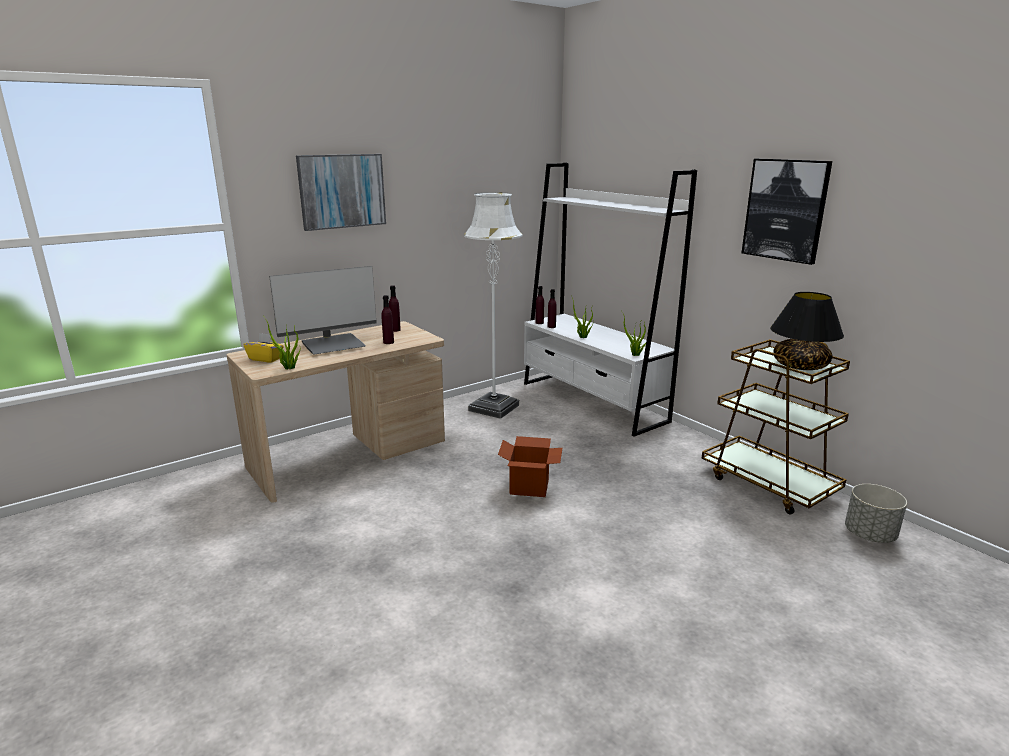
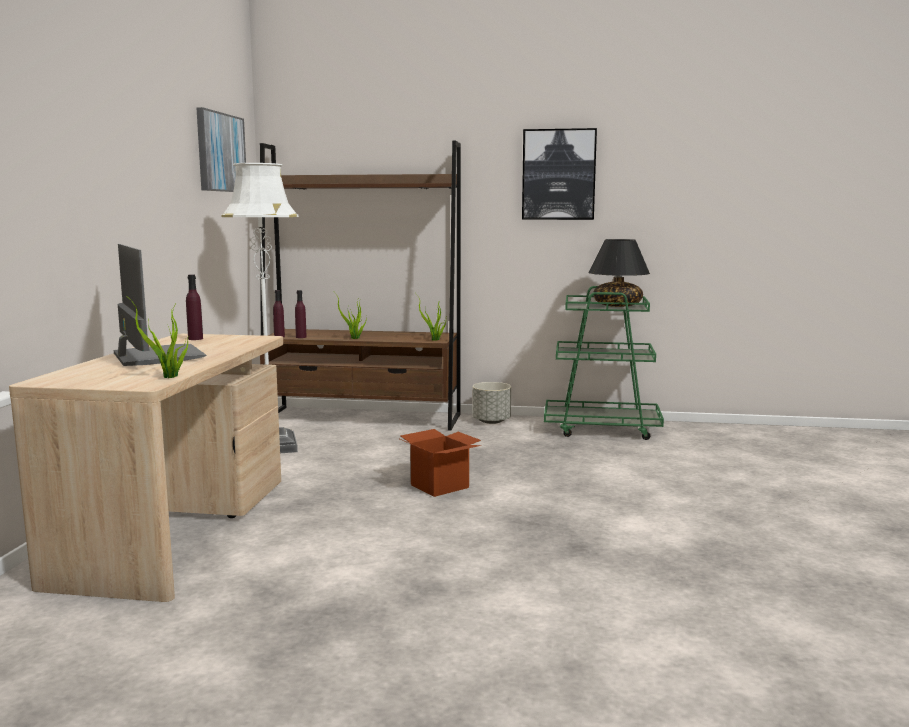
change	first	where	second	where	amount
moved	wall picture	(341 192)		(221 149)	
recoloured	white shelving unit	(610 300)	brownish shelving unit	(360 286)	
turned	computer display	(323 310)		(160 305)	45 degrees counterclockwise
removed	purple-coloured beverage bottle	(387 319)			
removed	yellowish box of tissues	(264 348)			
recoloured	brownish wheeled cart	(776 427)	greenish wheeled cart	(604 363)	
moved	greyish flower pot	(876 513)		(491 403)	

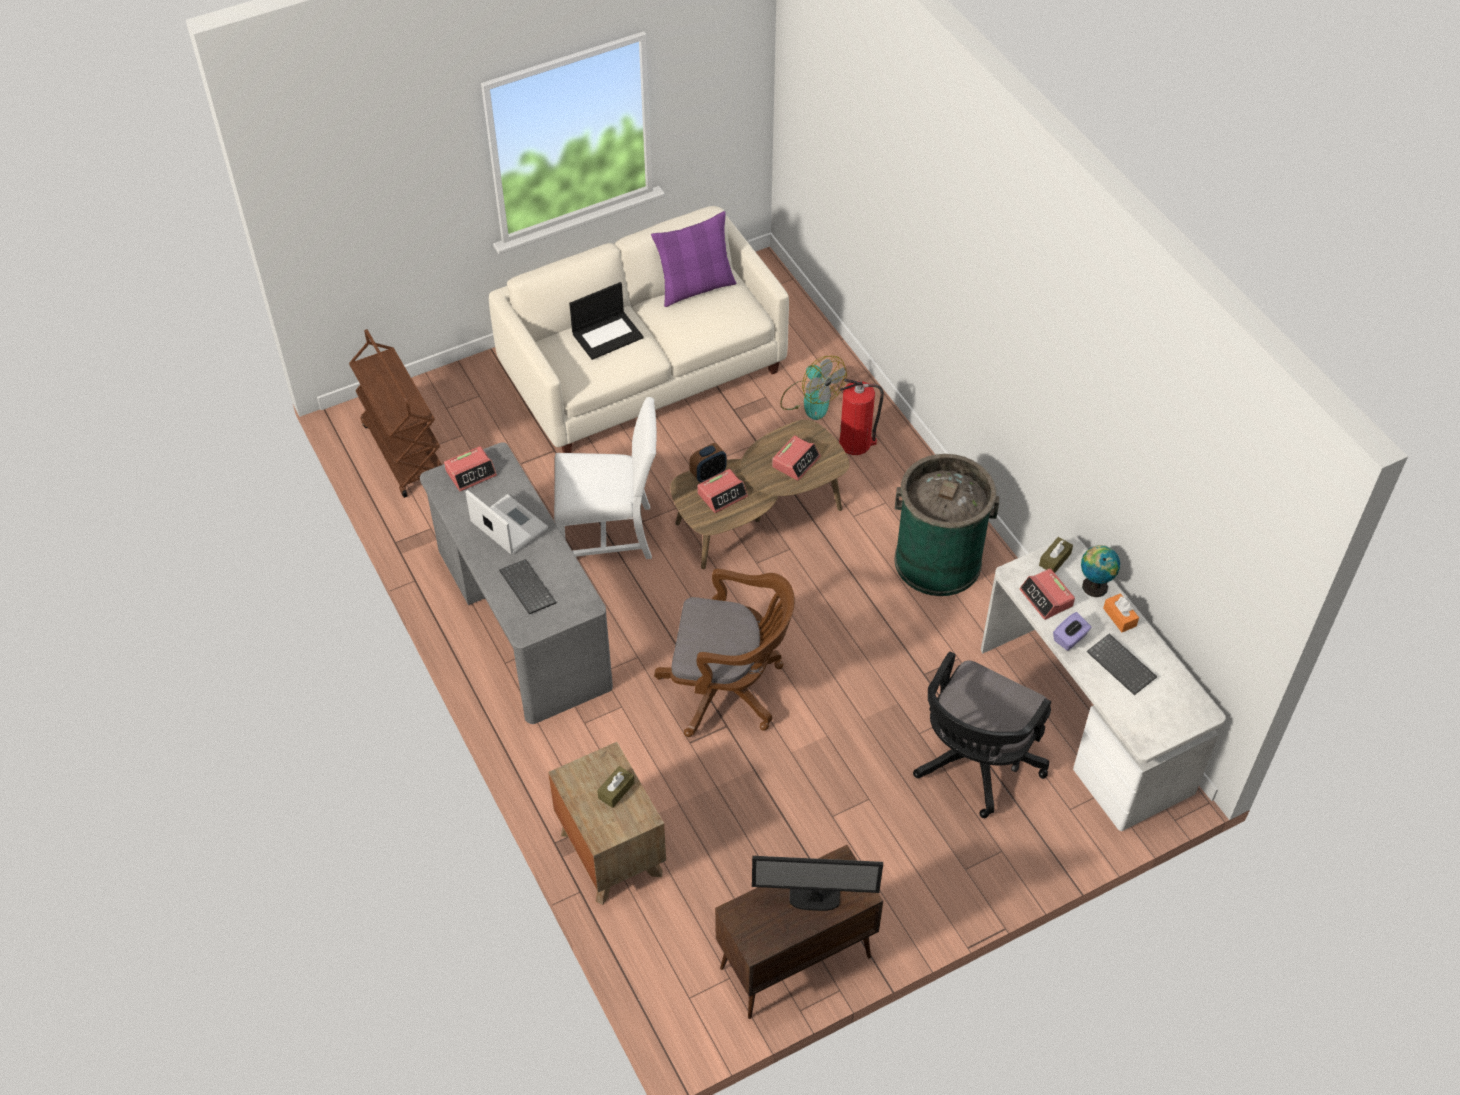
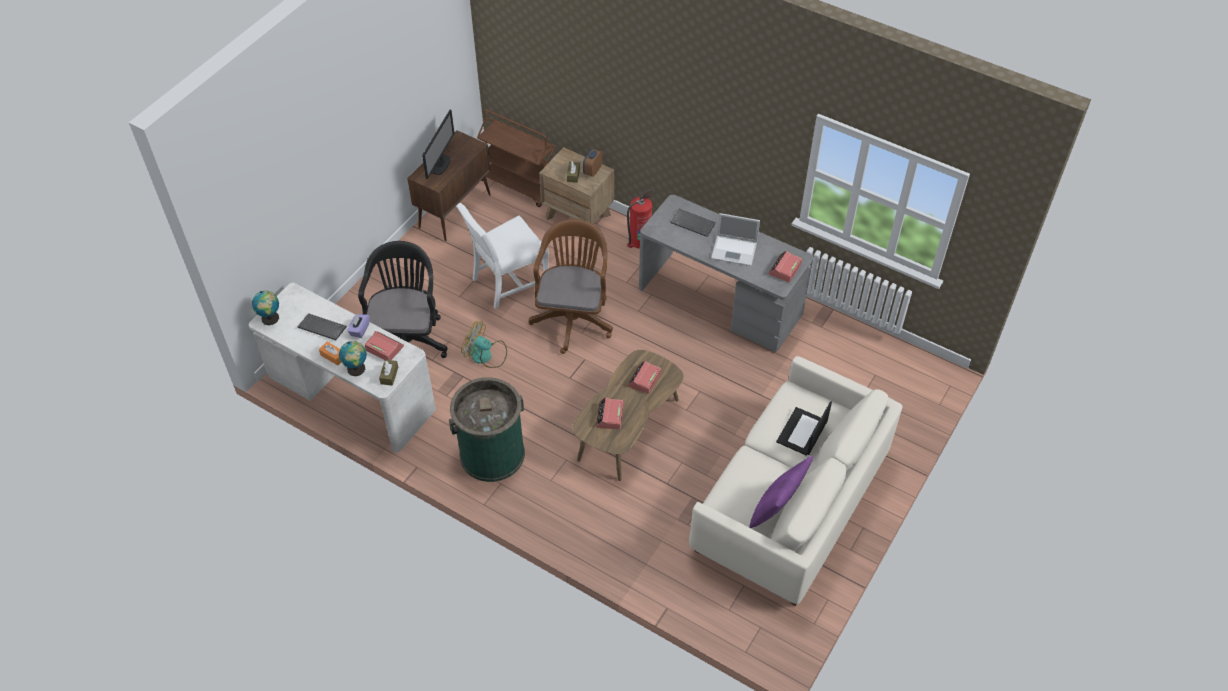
change	first	where	second	where	amount
moved	brownish wheeled cart	(395 413)		(516 158)	
moved	cooling fan	(813 388)		(484 344)	
moved	fire-fighting cylinder	(861 417)		(640 219)	
moved	white chair	(605 478)		(502 256)	
moved	alarm clock	(708 462)		(592 163)	
turned	brownish office chair	(724 653)		(570 286)	120 degrees clockwise
turned	computer display	(817 883)		(438 144)	135 degrees clockwise
added			globe	(265 308)	

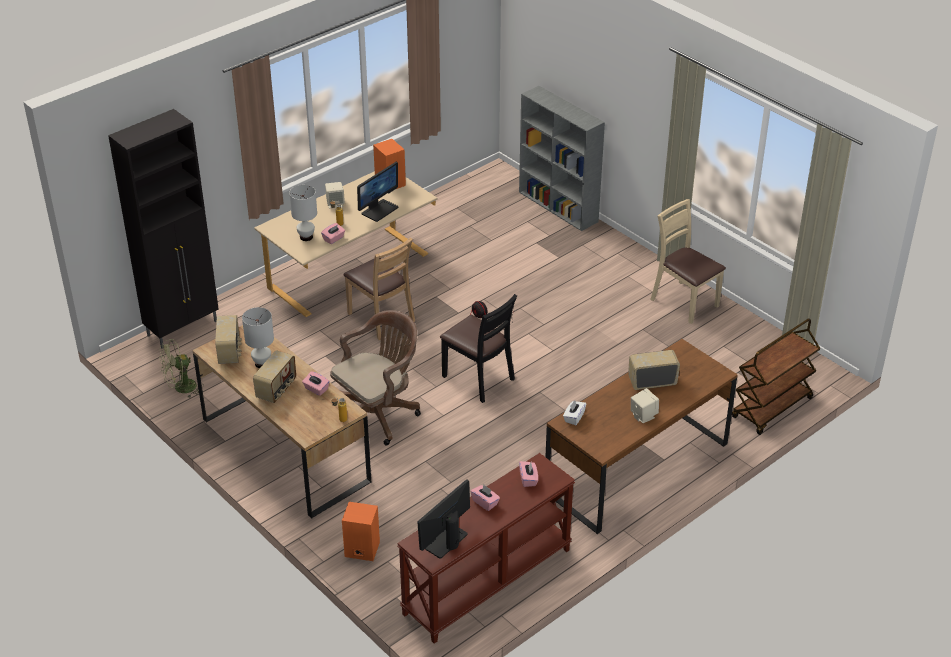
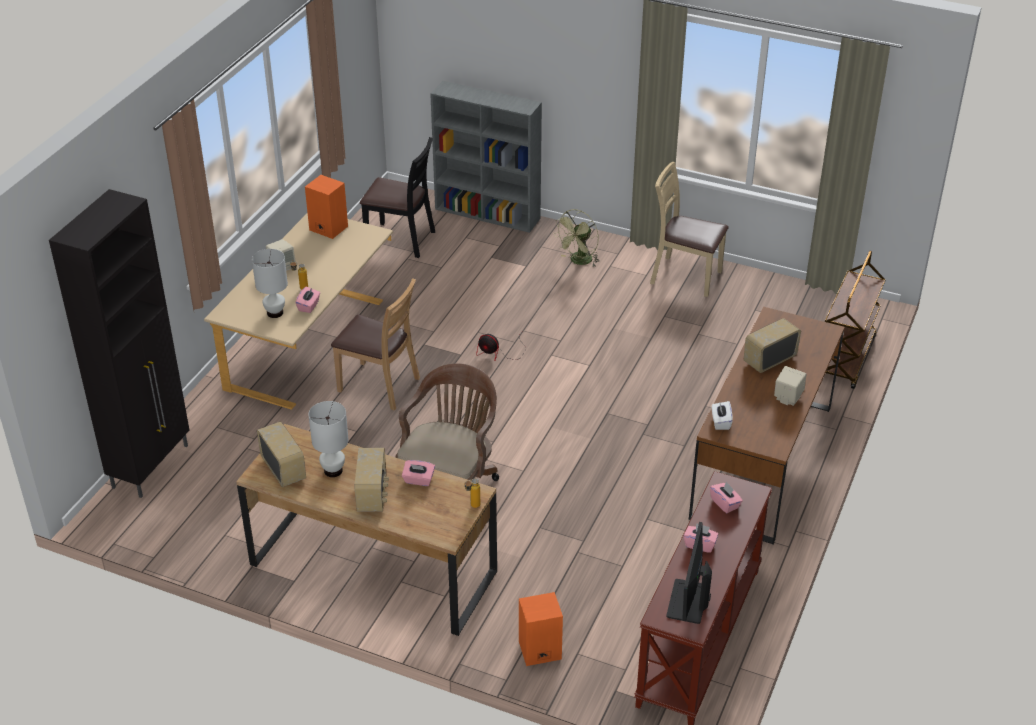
change	first	where	second	where	amount
removed	computer display	(377 192)			
moved	black-coloured chair	(478 348)		(397 197)	
moved	greenish cooling fan	(179 368)		(577 238)	

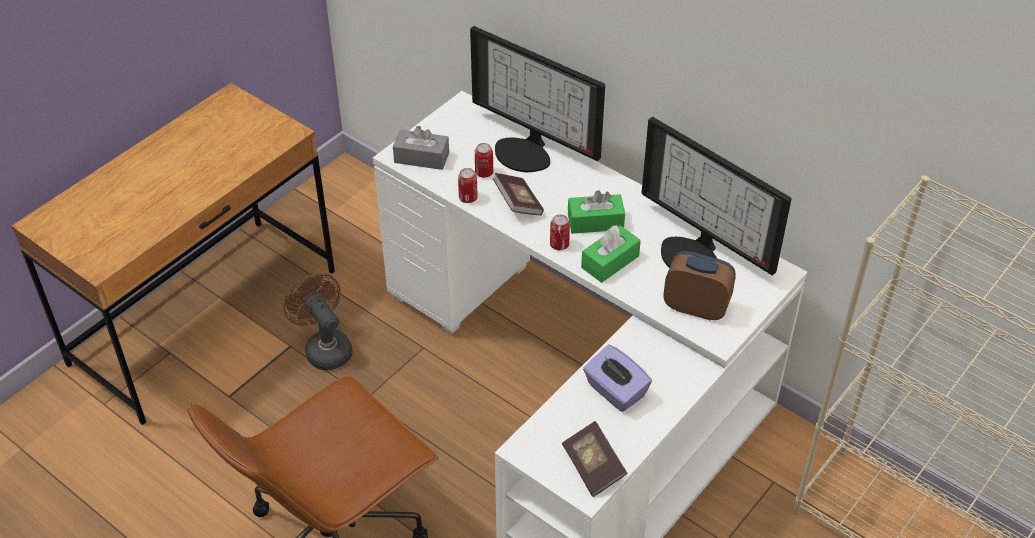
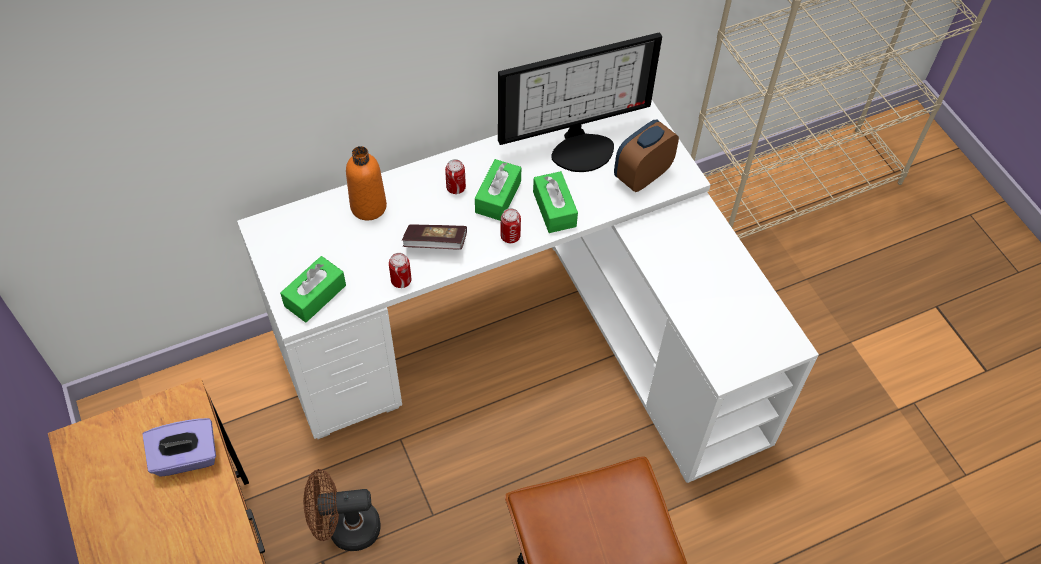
change	first	where	second	where	amount
replaced	computer display	(537 99)	orange beverage bottle	(366 183)	
recoloured	greyish box of tissues	(421 148)	greenish box of tissues	(313 289)	
moved	metal can	(484 160)		(455 176)	
moved	purple-coloured box of tissues	(617 378)		(179 447)	
removed	volume	(595 459)			

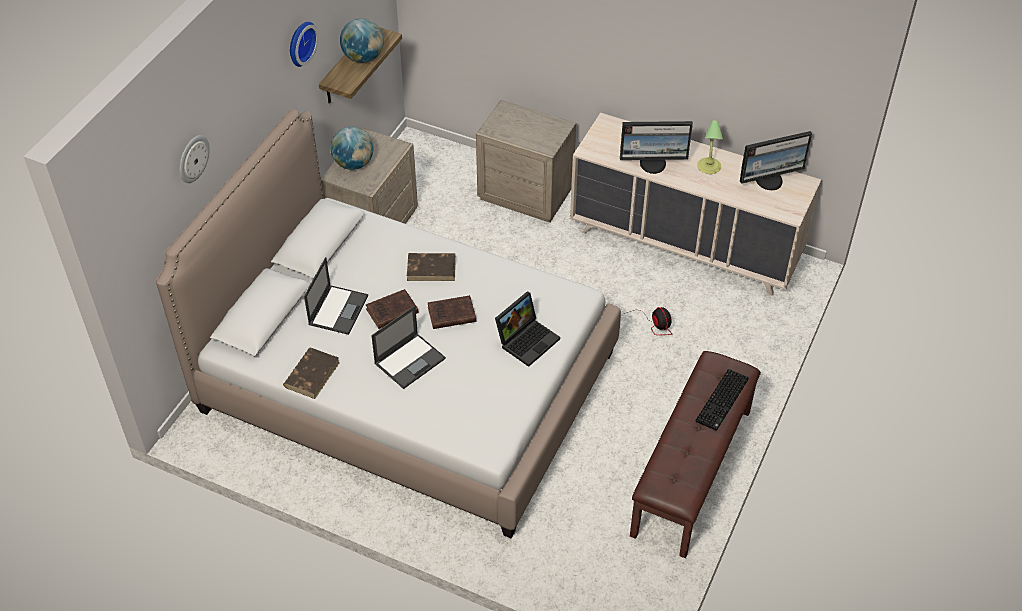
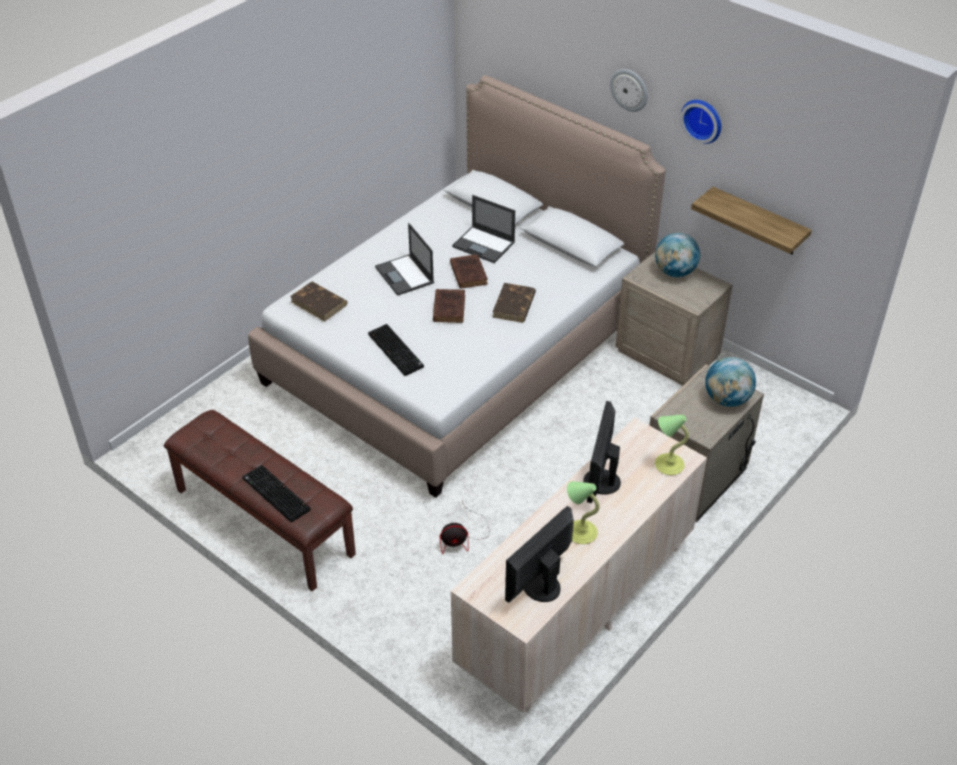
change	first	where	second	where	amount
moved	globe	(362 40)		(730 382)	
turned	computer display	(776 160)		(539 554)	45 degrees clockwise
moved	clock on the wall	(194 159)		(629 90)	
replaced	portable computer	(527 329)	computer keyboard	(396 350)	
moved	brownish volume	(311 373)		(318 301)	
added			table lamp	(672 445)	

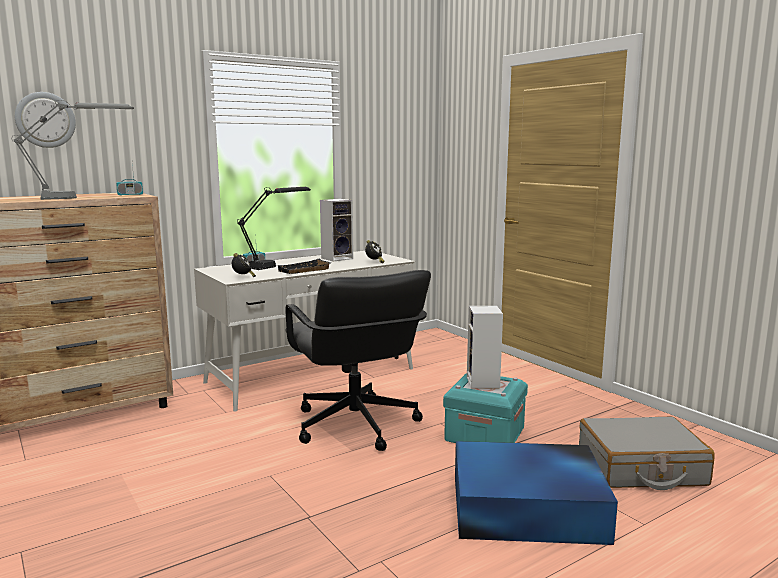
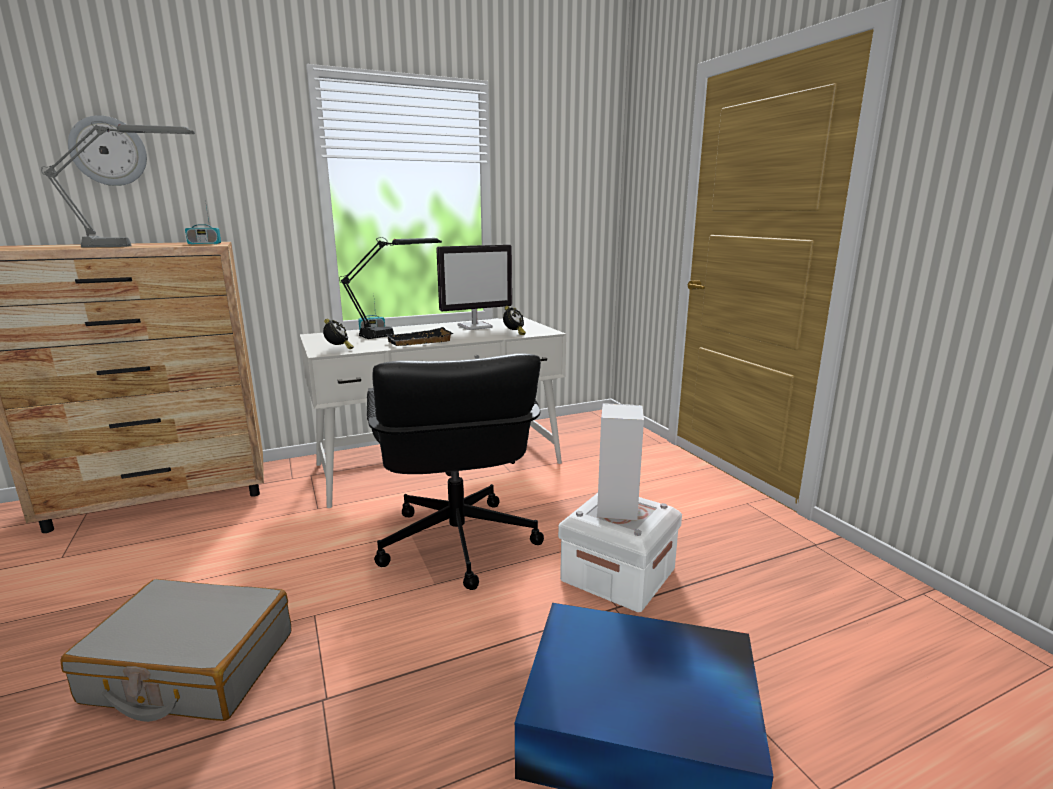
change	first	where	second	where	amount
replaced	loudspeaker	(336 230)	computer display	(474 287)	
recoloured	turquoise storage box	(485 408)	white storage box	(620 552)	
moved	greyish piece of luggage	(647 453)		(175 650)	

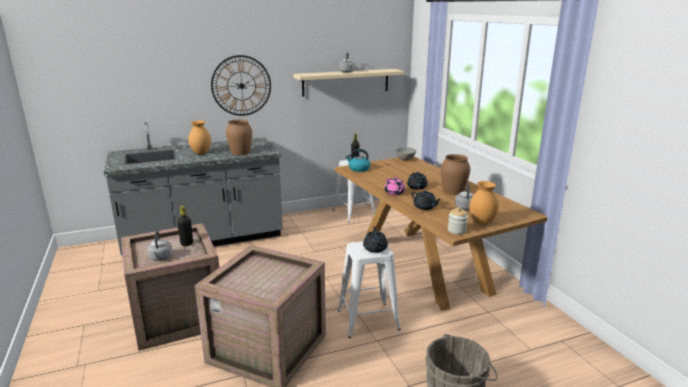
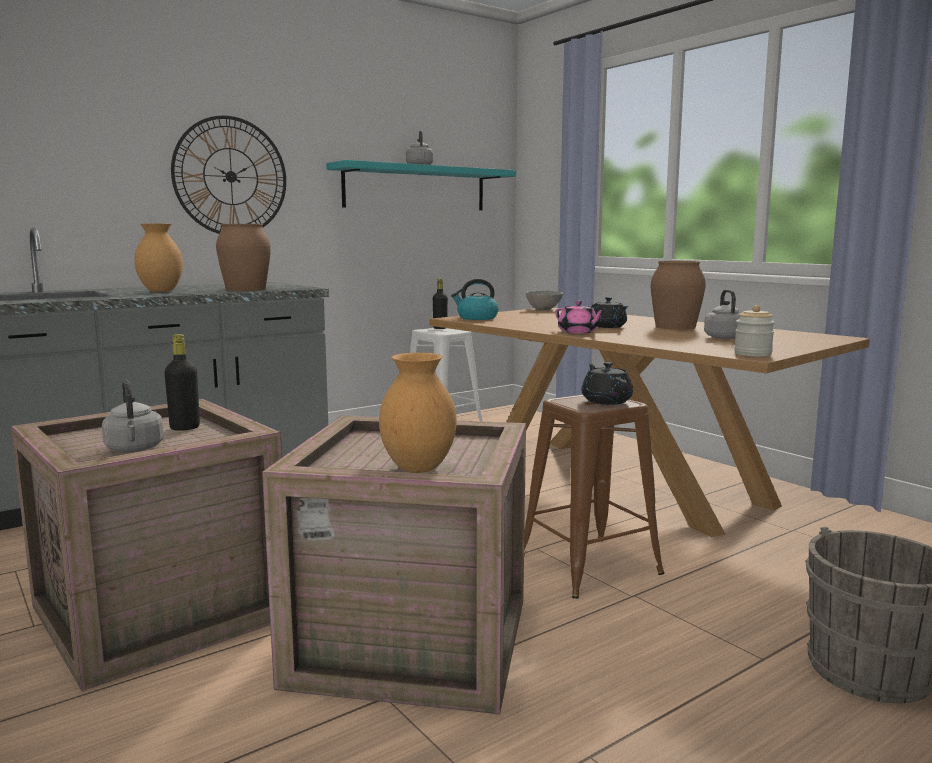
change	first	where	second	where	amount
recoloured	sand-coloured bracket shelf	(349 82)	turquoise bracket shelf	(421 185)	
moved	brownish decorative vase	(484 203)		(418 413)	
removed	black-coloured tea pot	(426 200)			
recoloured	white stool	(369 289)	brownish stool	(594 497)	

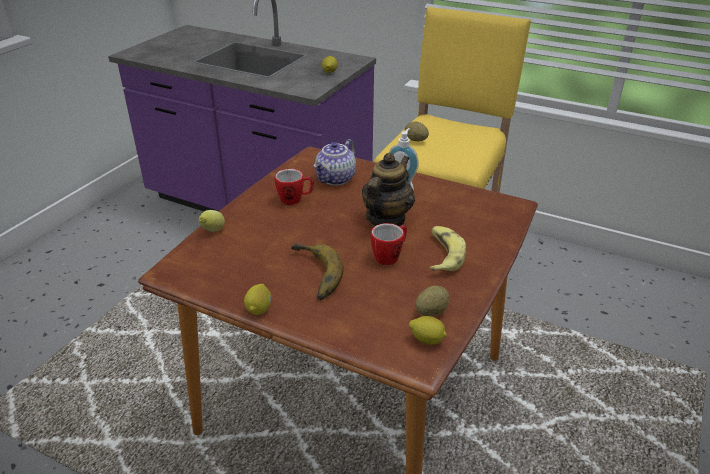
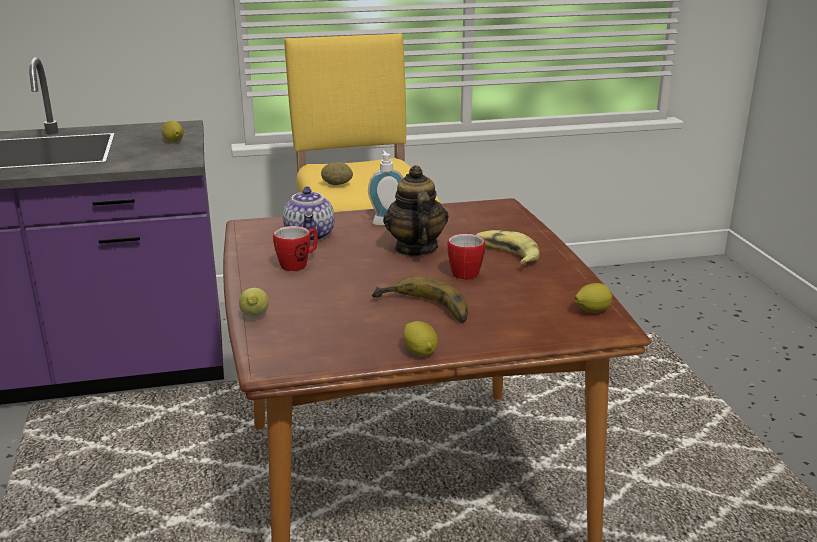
change	first	where	second	where	amount
removed	spud	(432 301)			

